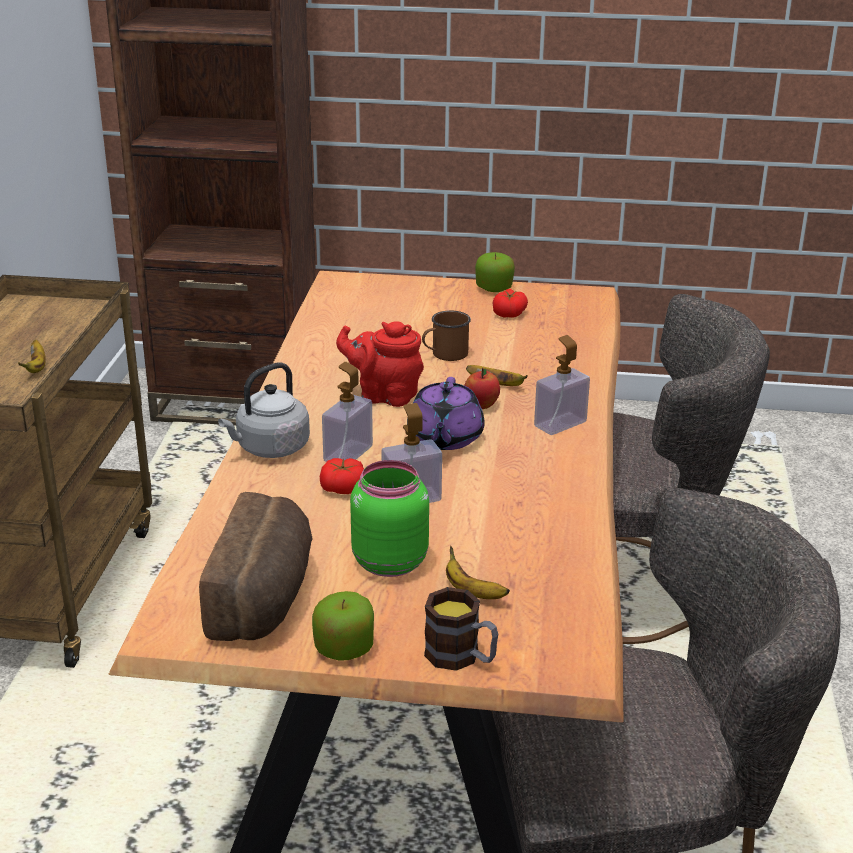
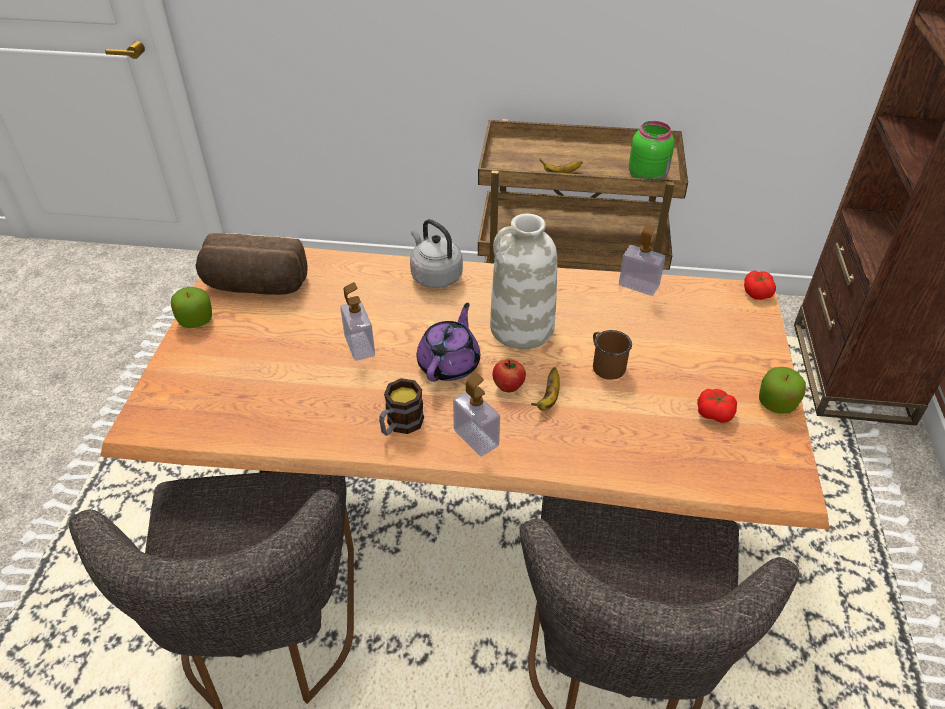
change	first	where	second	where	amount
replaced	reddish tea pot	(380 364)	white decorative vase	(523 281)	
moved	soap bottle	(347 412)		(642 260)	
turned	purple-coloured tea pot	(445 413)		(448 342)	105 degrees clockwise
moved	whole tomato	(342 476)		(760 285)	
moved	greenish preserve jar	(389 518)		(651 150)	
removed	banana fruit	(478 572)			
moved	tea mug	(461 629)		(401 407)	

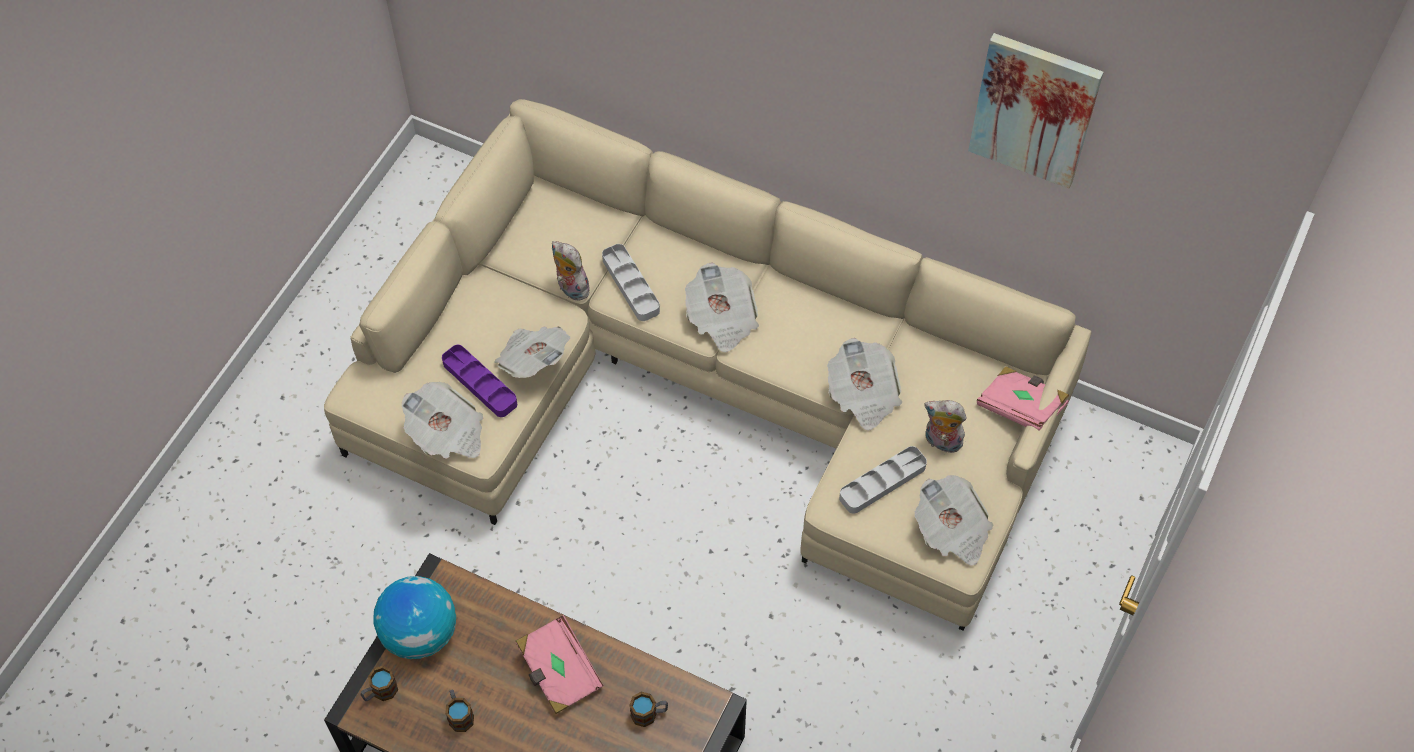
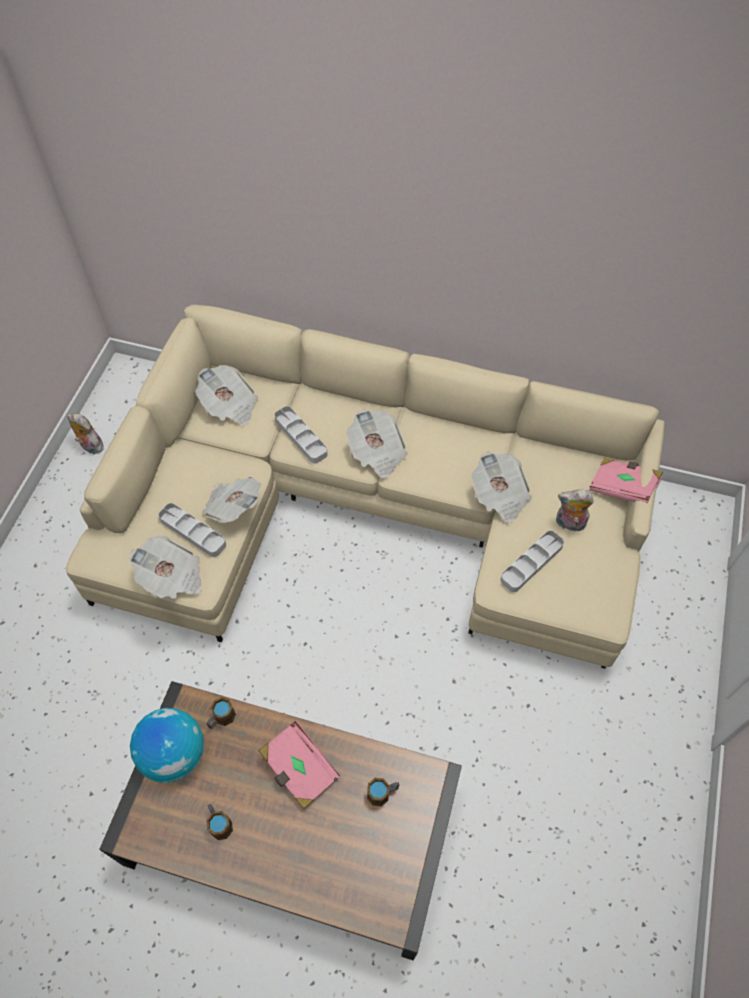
change	first	where	second	where	amount
removed	wall picture	(1036 110)			
moved	plush toy	(571 271)		(85 433)	
recoloured	purple-coloured serving tray	(479 381)	greyish serving tray	(192 530)	
moved	daily paper	(954 520)		(226 395)	
moved	tea mug	(379 683)		(221 713)	

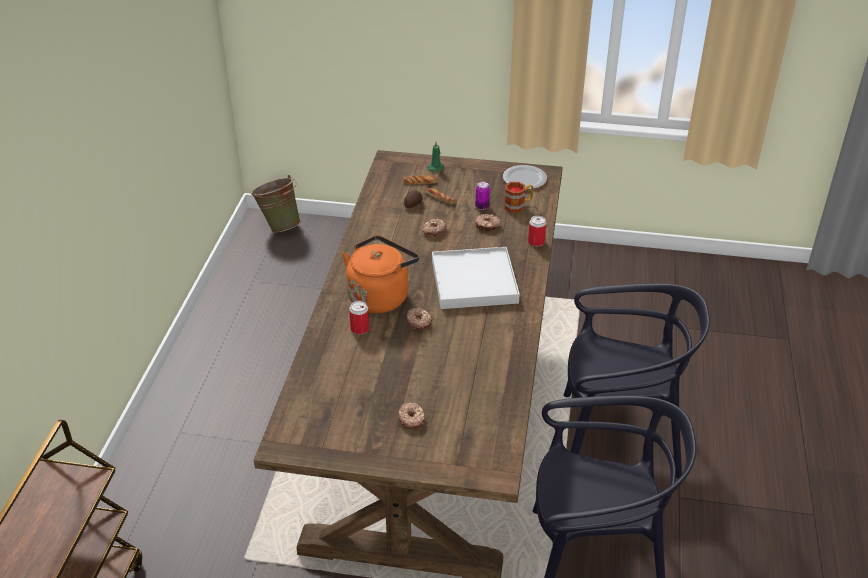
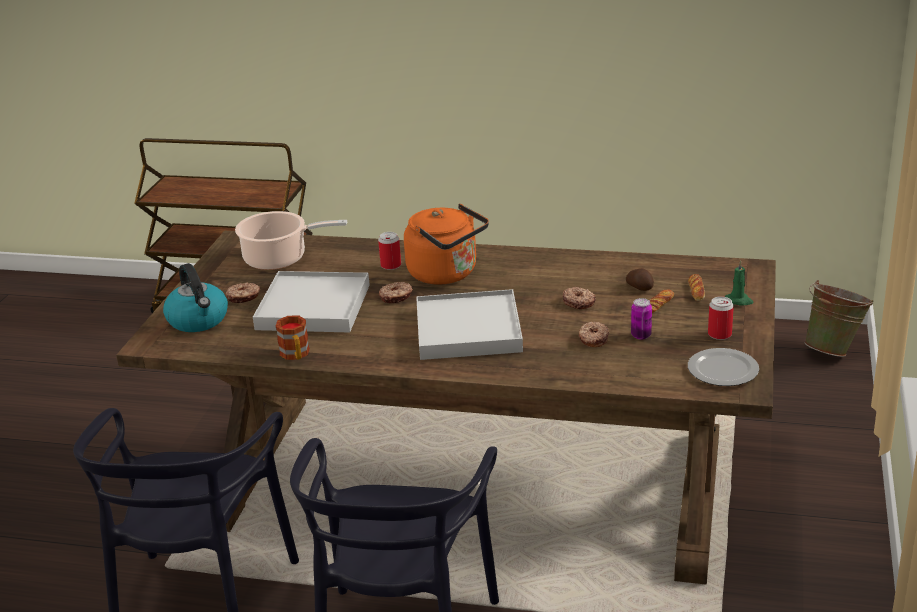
change	first	where	second	where	amount
moved	tea mug	(519 197)		(293 338)	
moved	metal can	(537 231)		(721 318)	
added			cooking pot	(291 240)	
added			water kettle	(195 297)	
added			white serving tray	(311 301)	

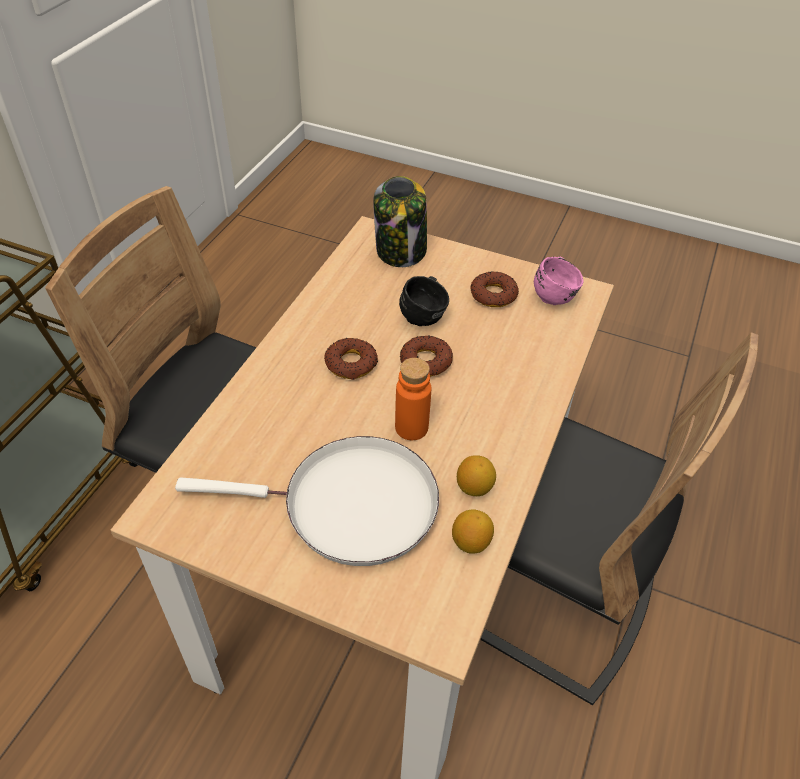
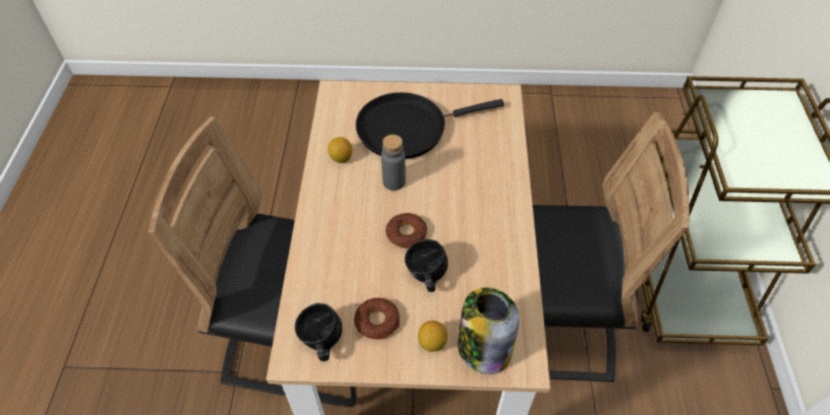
change	first	where	second	where	amount
recoloured	pinkish tea mug	(559 281)	black-coloured tea mug	(318 332)	
removed	ring doughnut	(351 359)			
recoloured	orange beverage bottle	(413 399)	greyish beverage bottle	(393 162)	
recoloured	white skillet	(307 501)	black-coloured skillet	(430 125)	
moved	citrus fruit	(473 531)		(433 336)	

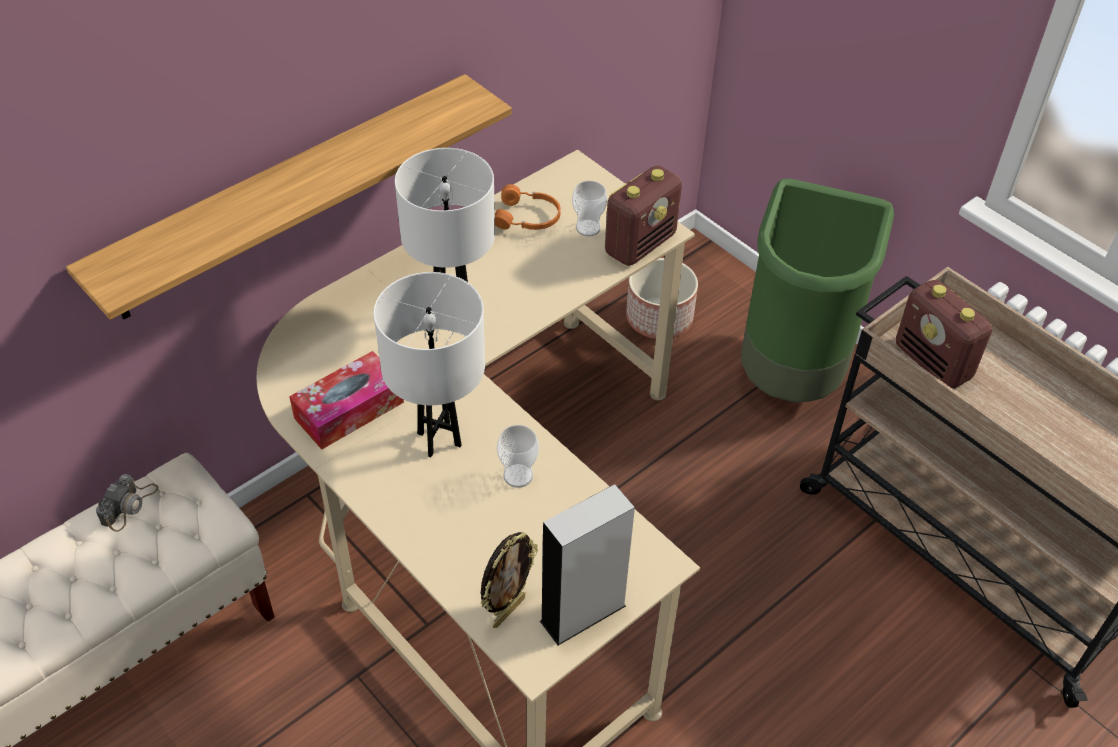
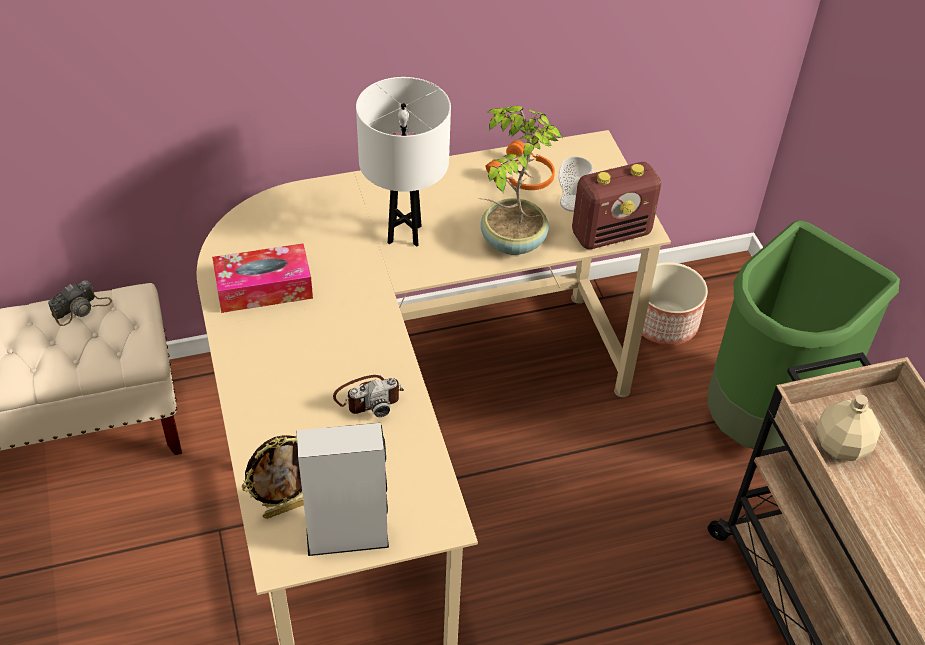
change	first	where	second	where	amount
removed	bracket shelf	(289 197)			
removed	white table lamp	(429 364)			
replaced	radio set	(944 334)	sand-coloured beverage bottle	(848 427)	
replaced	drinking cup	(518 456)	photo camera	(368 396)	
added			houseplant	(520 180)	

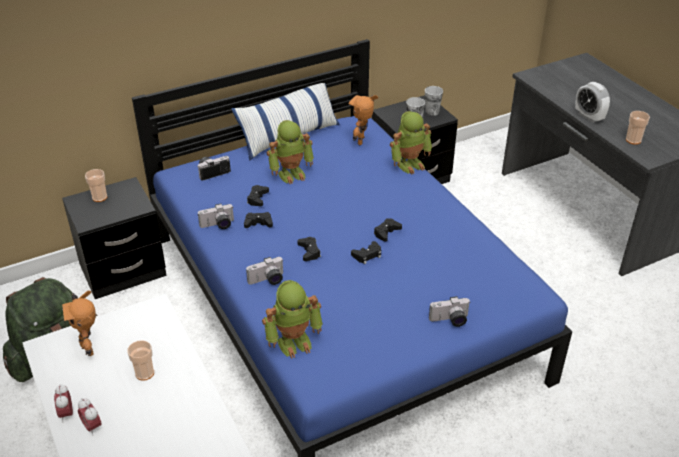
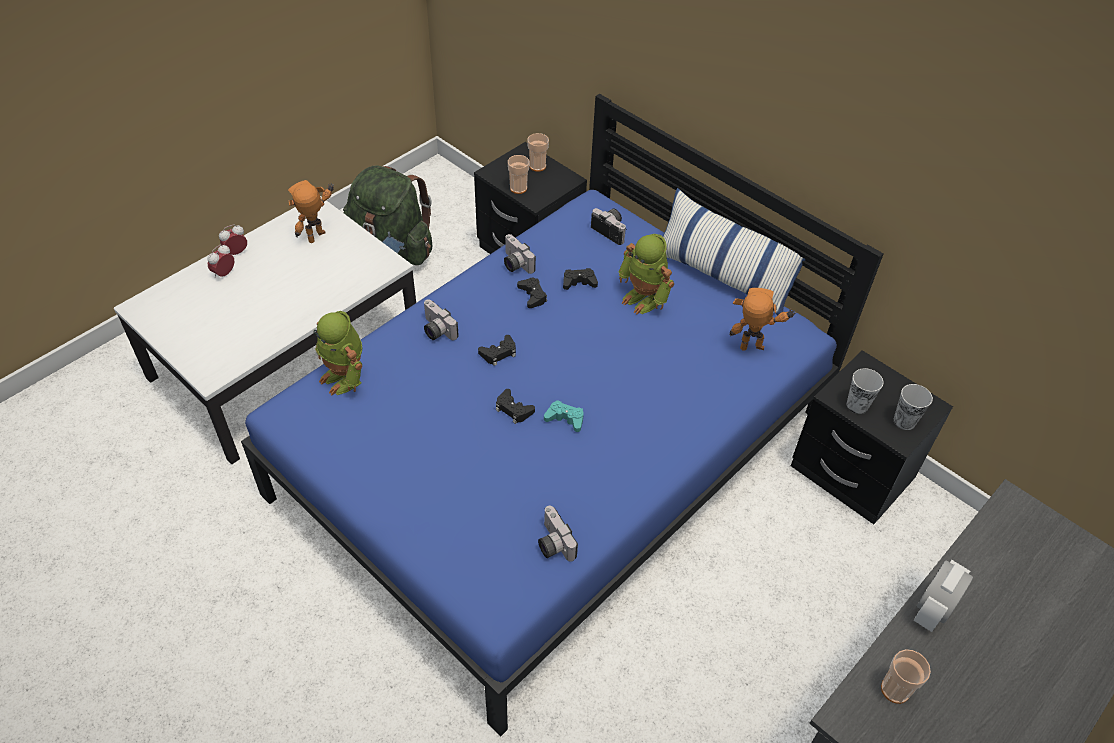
change	first	where	second	where	amount
removed	robot figure	(411 142)			
recoloured	black-coloured game controller	(388 229)	turquoise game controller	(564 416)	
moved	photo camera	(450 311)		(558 534)	
moved	drinking cup	(140 360)		(518 174)	

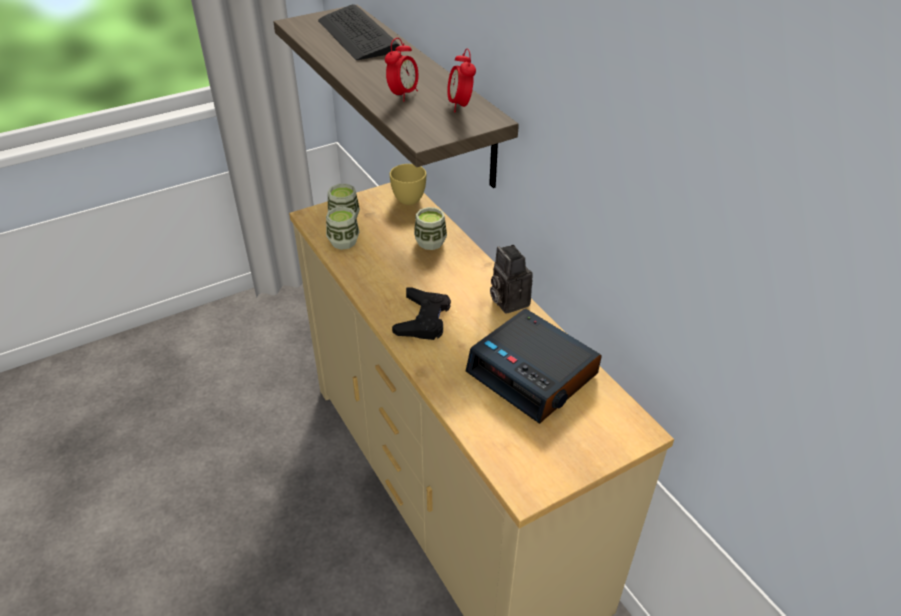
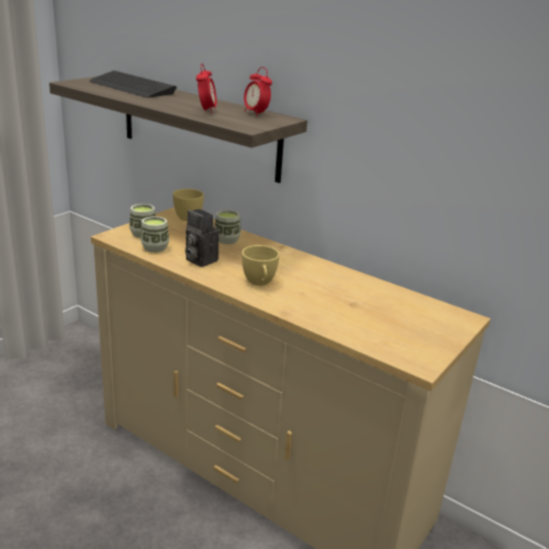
change	first	where	second	where	amount
moved	photo camera	(511 279)		(202 238)	
replaced	black-coloured game controller	(421 313)	yellowish drinking cup	(260 265)	
removed	alarm clock	(534 366)			

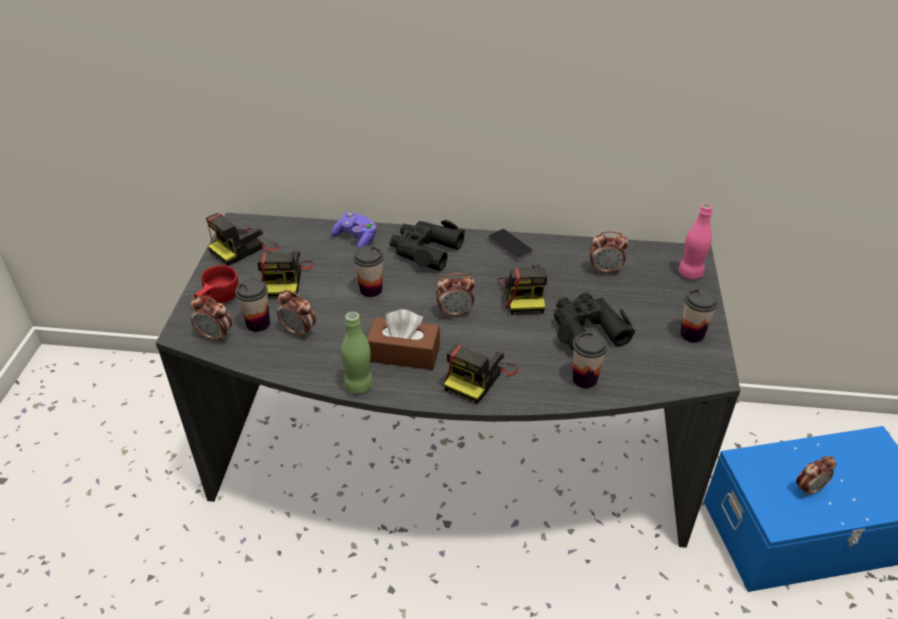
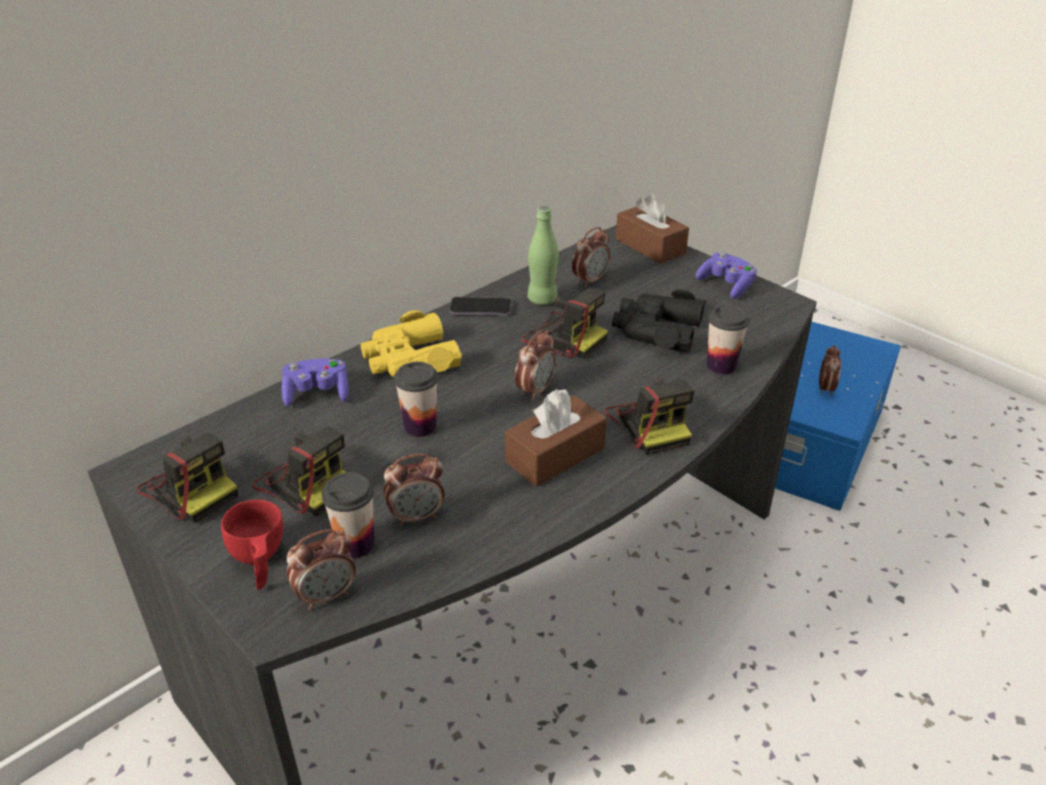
change	first	where	second	where	amount
replaced	pinkish beverage bottle	(695 241)	brownish box of tissues	(652 229)	
turned	photo camera	(243 239)		(187 478)	45 degrees counterclockwise
recoloured	black-coloured binoculars	(427 245)	yellowish binoculars	(411 343)	
replaced	drinking cup	(699 315)	purple-coloured game controller	(726 275)	
moved	greenish beverage bottle	(357 353)		(543 255)	

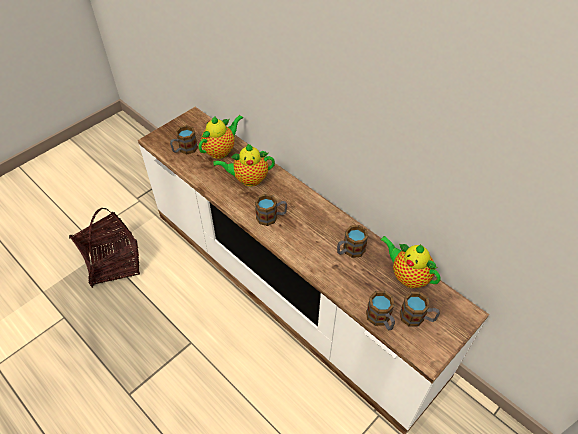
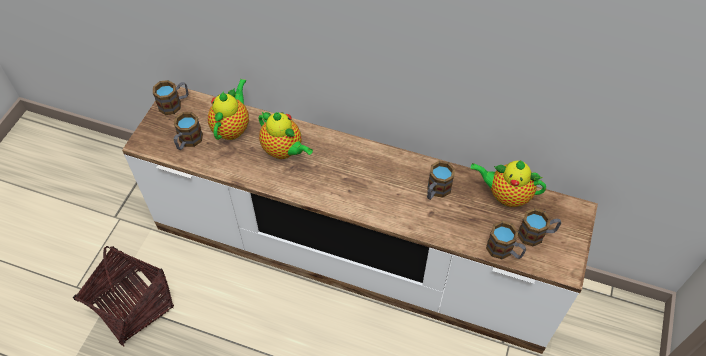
change	first	where	second	where	amount
turned	tea pot	(244 164)		(286 135)	105 degrees counterclockwise
moved	tea mug	(271 210)		(171 97)	

